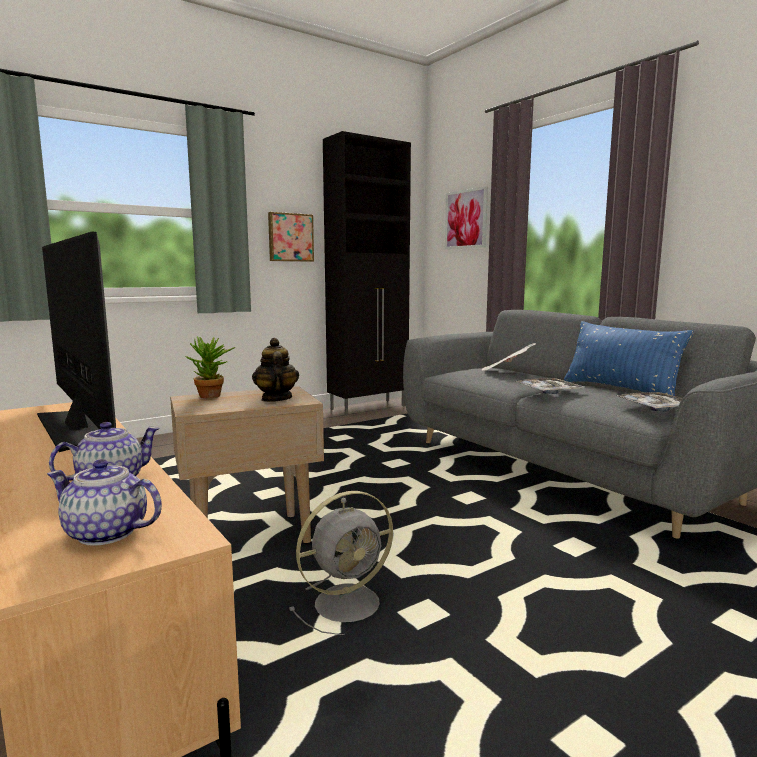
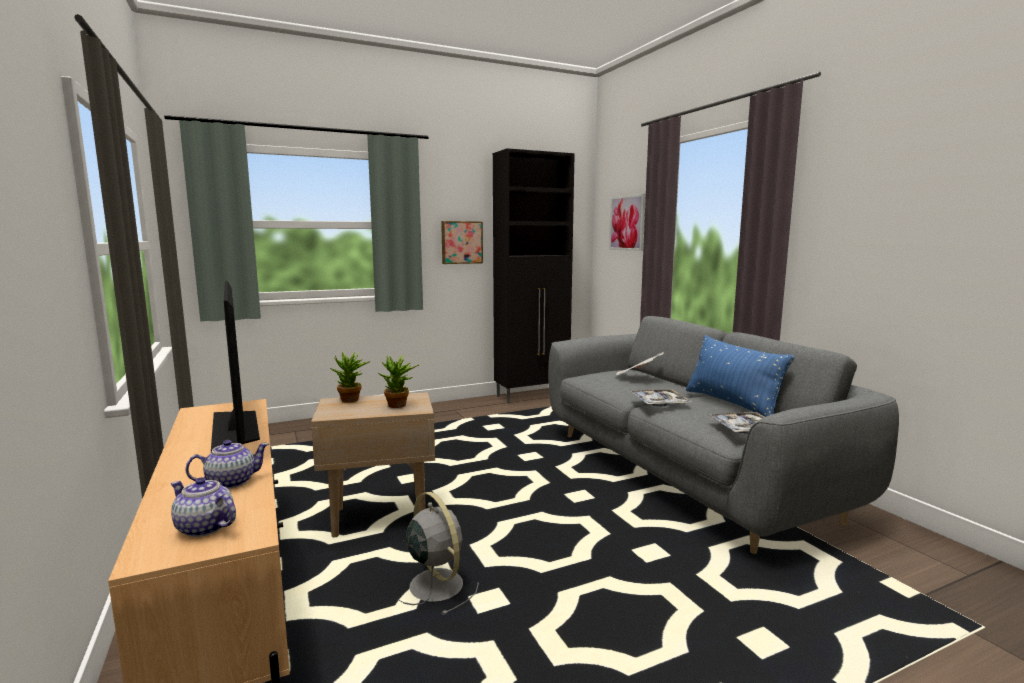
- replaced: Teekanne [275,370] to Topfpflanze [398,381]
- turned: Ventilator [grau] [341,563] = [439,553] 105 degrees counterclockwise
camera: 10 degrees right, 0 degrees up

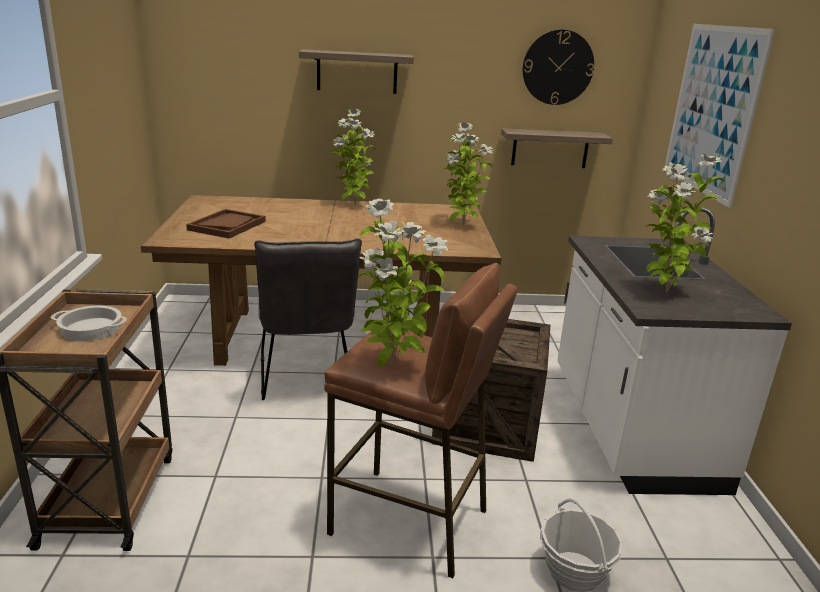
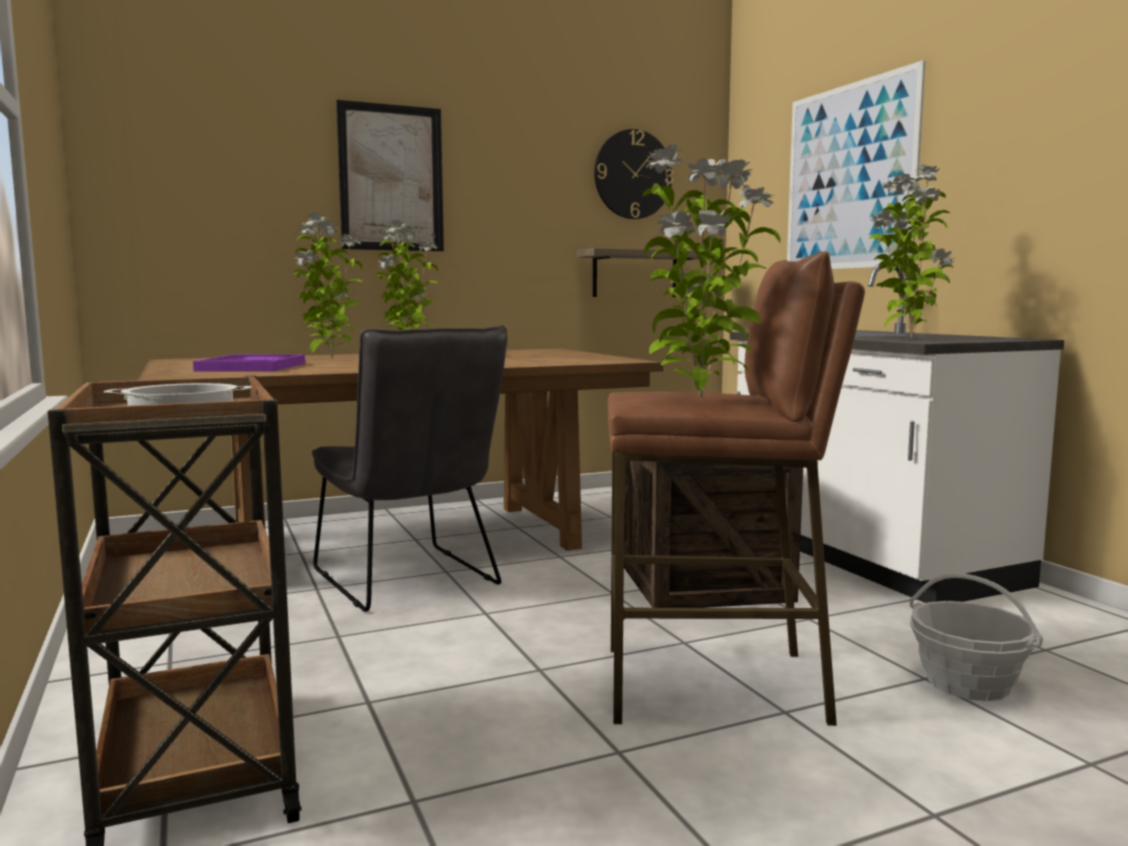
- recoloured: Tablett [braun] [226,224] to Tablett [lila] [249,363]
- moved: Topfpflanze [468,174] to [327,285]
- replaced: Wandregal [356,71] to Bild [390,175]
camera: 20 degrees left, 15 degrees down

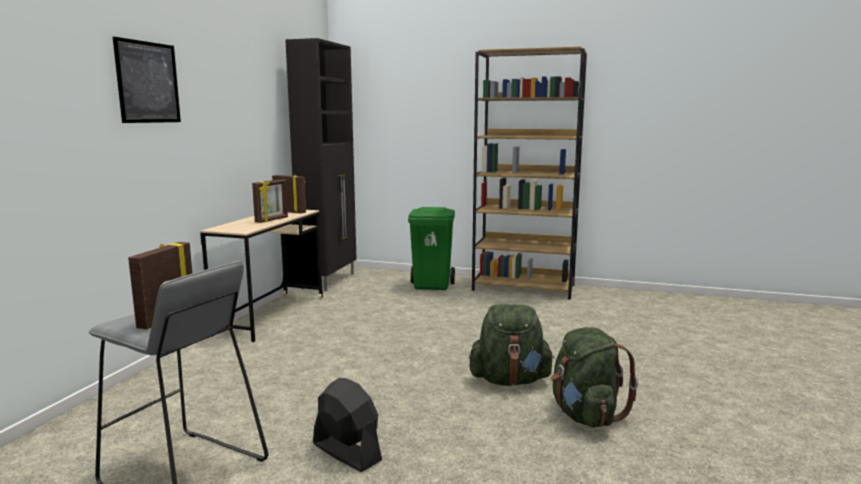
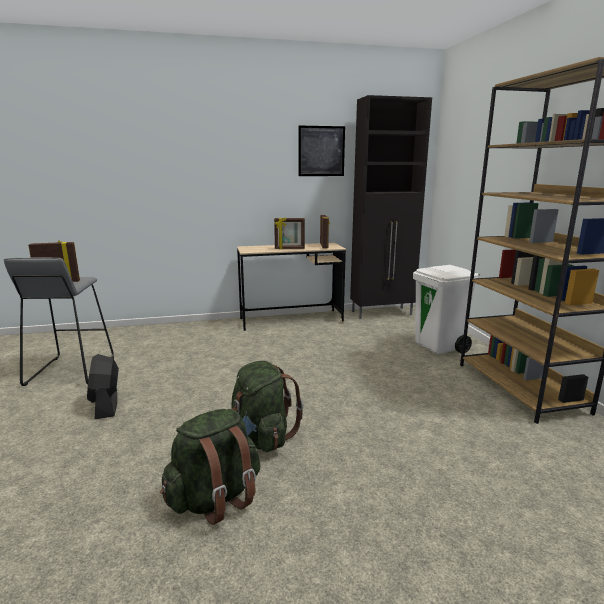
- turned: Ventilator [schwarz] [347,425] = [103,386] 150 degrees clockwise
- moved: Bild [147,80] to [321,151]
- recoloured: Mülleimer [grün] [431,248] to Mülleimer [weiß] [446,309]
camera: 60 degrees right, 5 degrees up

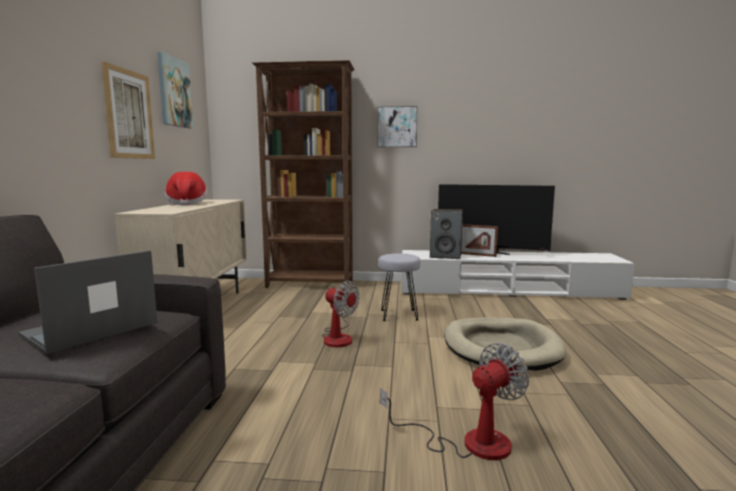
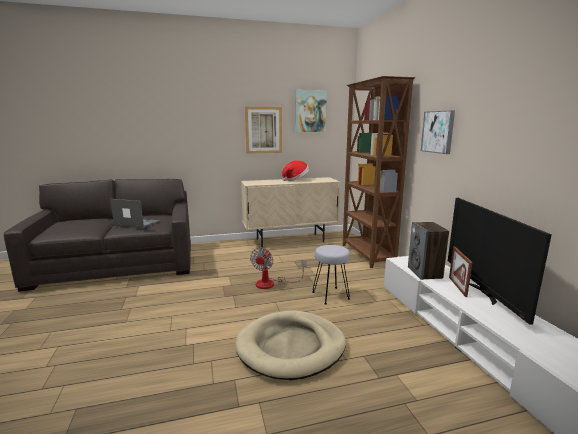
- removed: Ventilator [454,401]
camera: 70 degrees right, 5 degrees up

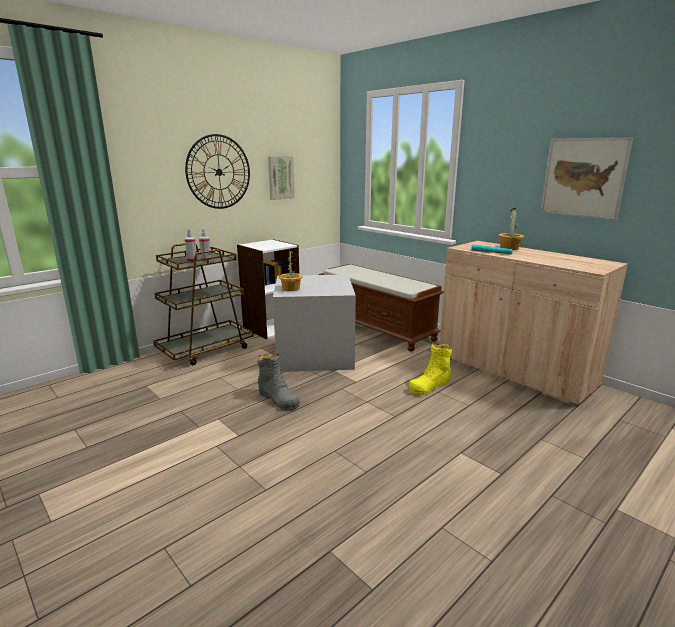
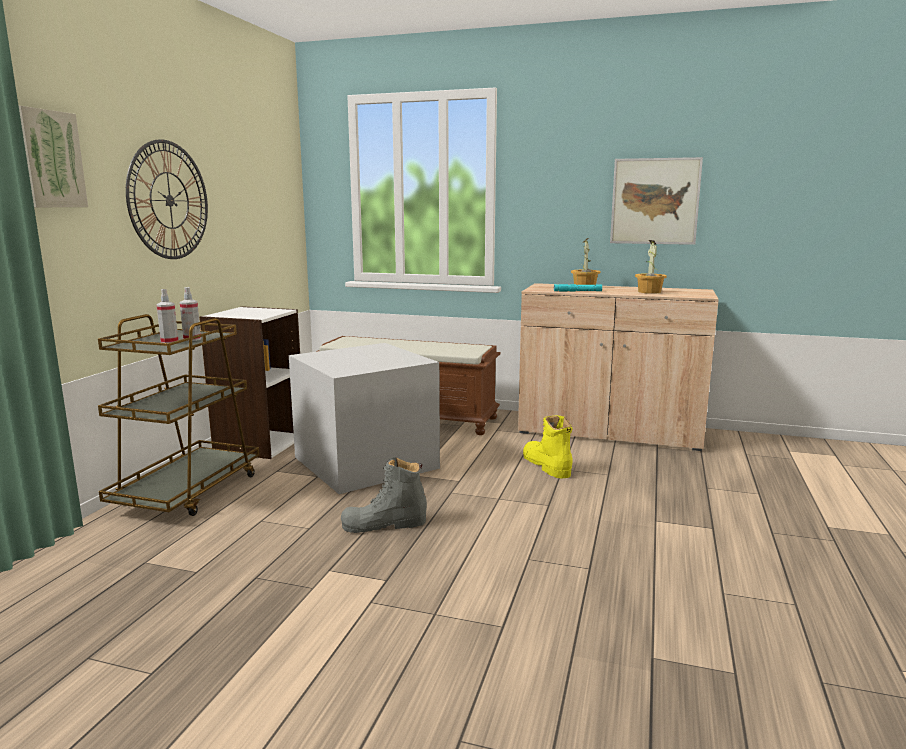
- moved: Bild [281,178] to [53,156]
- turned: Stiefel [grau] [278,382] = [384,495] 150 degrees clockwise
- turned: Stiefel [gelb] [430,369] = [548,447] 135 degrees clockwise
- moved: Topfpflanze [291,270] to [651,267]
camera: 30 degrees left, 5 degrees down

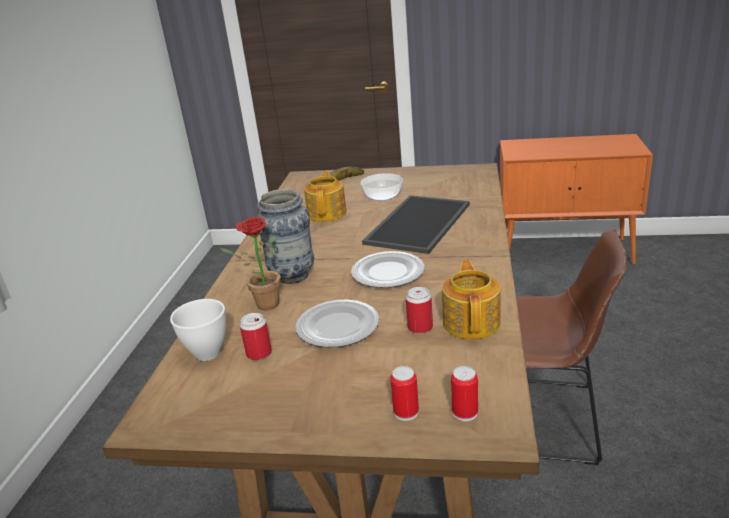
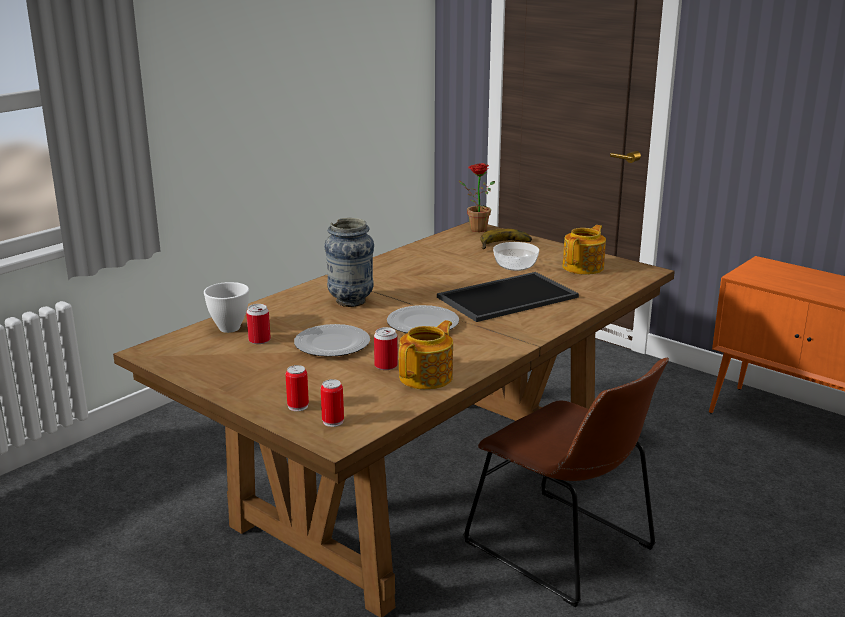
- moved: Topfpflanze [251,263] to [477,197]
- moved: Teekanne [325,196] to [584,249]
camera: 30 degrees right, 5 degrees down

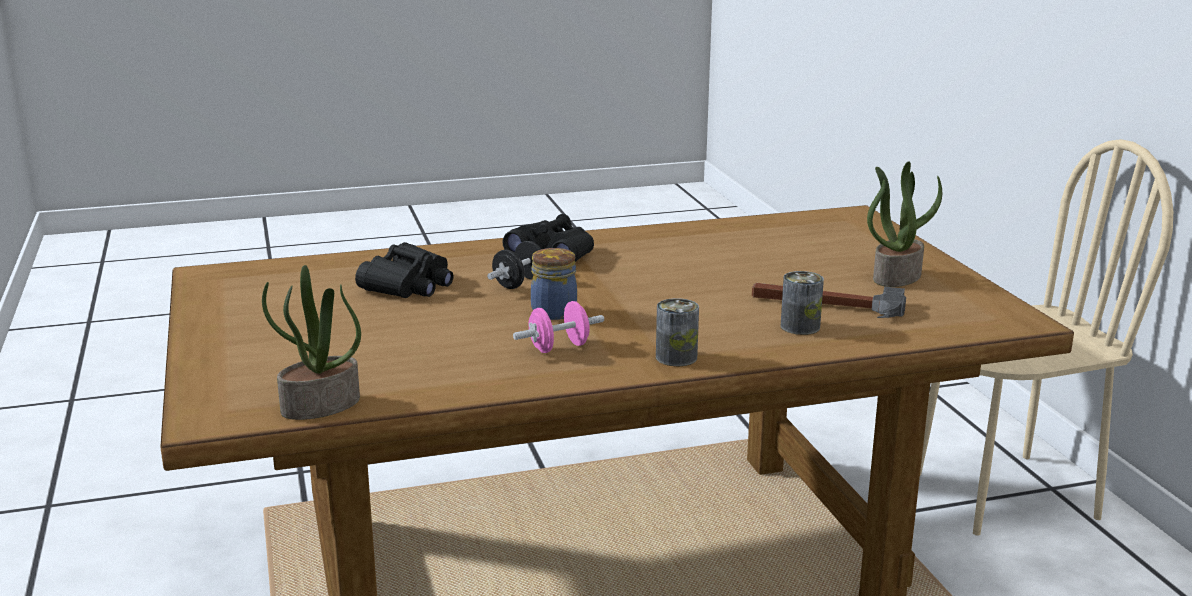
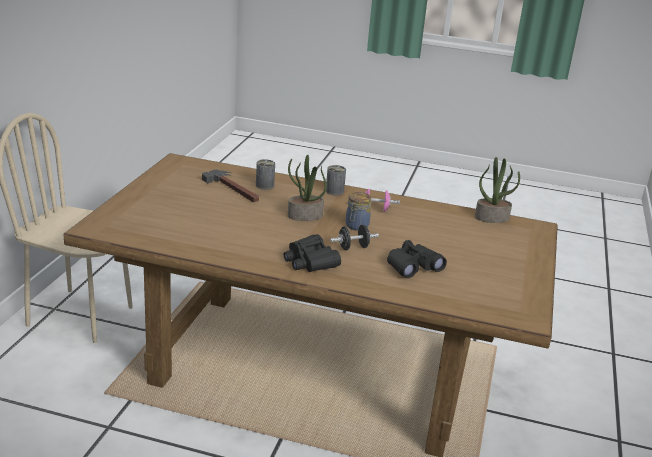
- moved: Topfpflanze [904,224] to [307,188]
camera: 150 degrees left, 5 degrees up

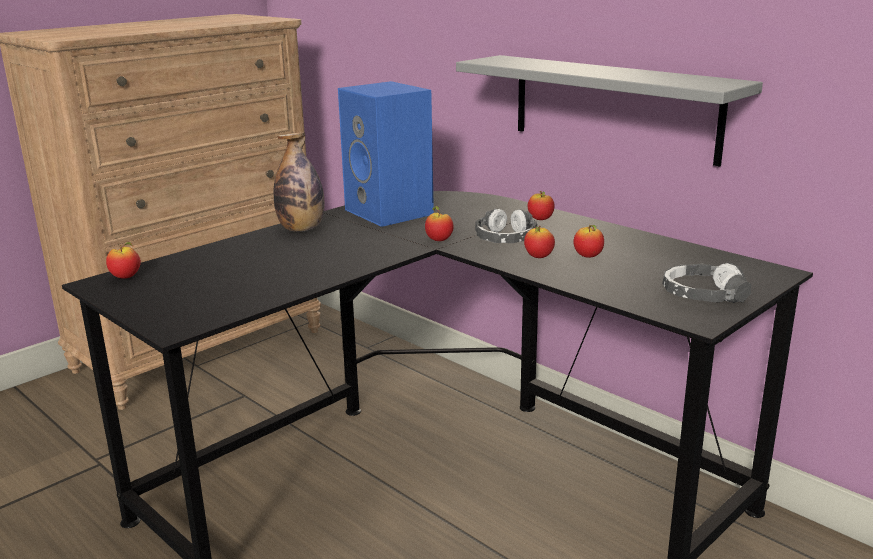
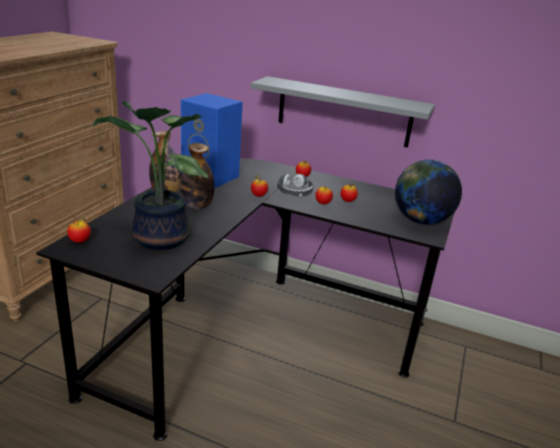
- added: Topfpflanze [150,175]
- added: Flasche [197,176]
- replaced: Kopfhörer [706,283] to Globus [428,192]
camera: 25 degrees left, 5 degrees up

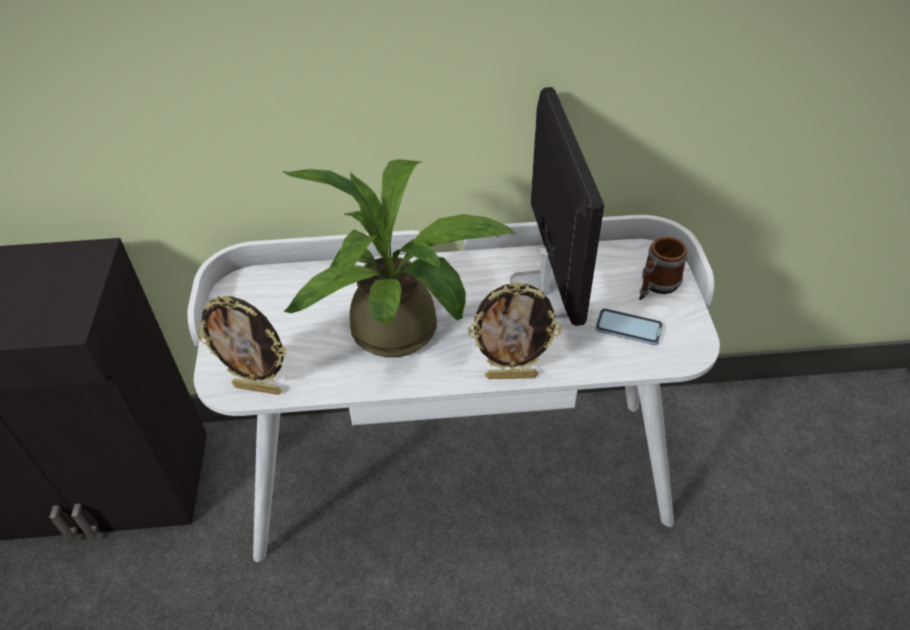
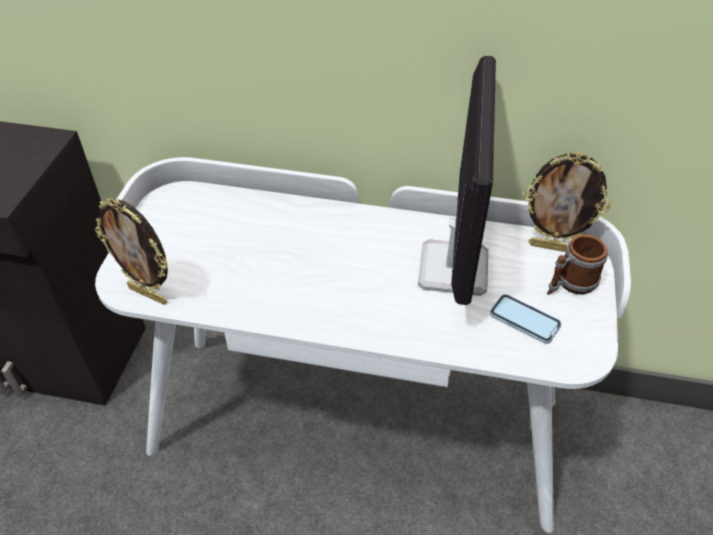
- moved: Bilderrahmen [515,330] to [567,202]
- removed: Topfpflanze [399,258]
camera: 15 degrees right, 0 degrees up

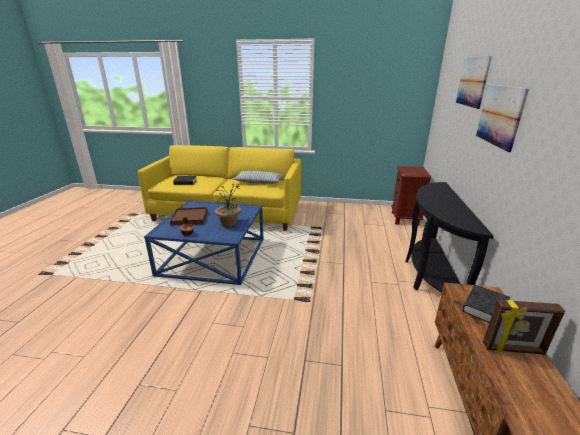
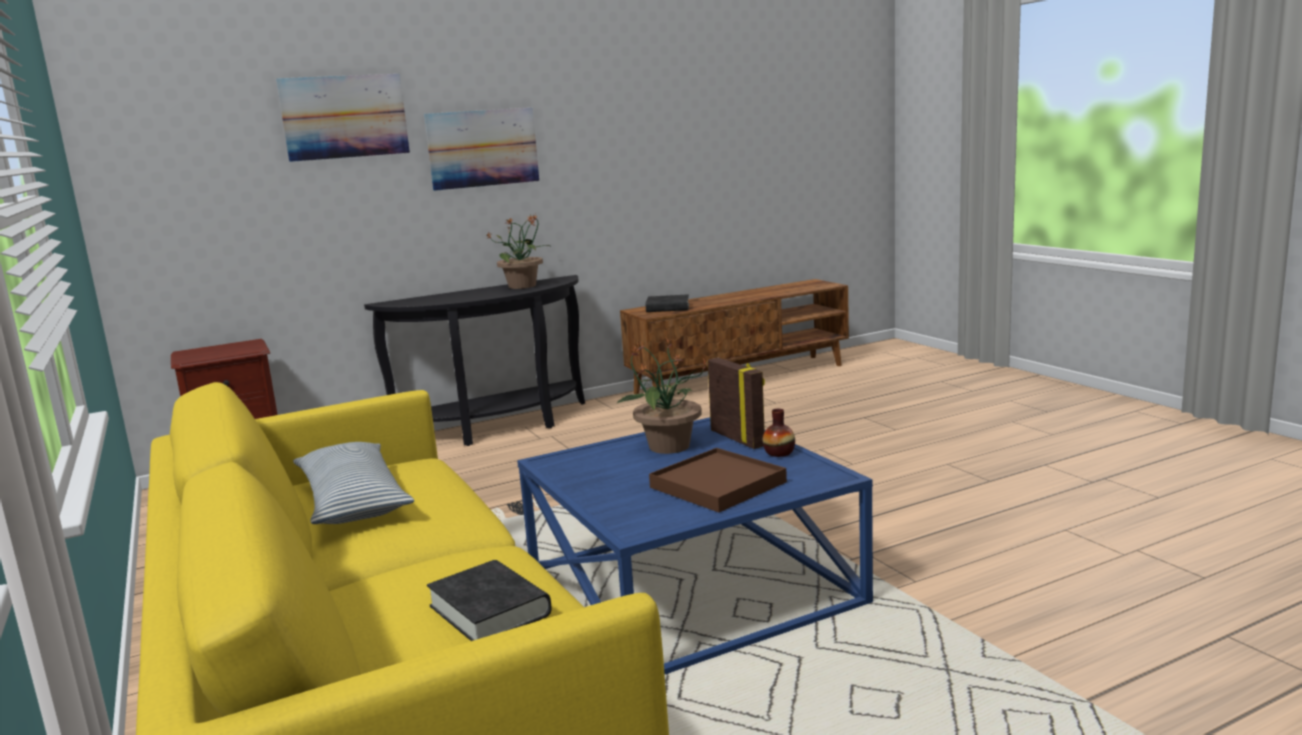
- added: Topfpflanze [518,251]
- moved: Bilderrahmen [524,327] to [736,403]
camera: 125 degrees left, 10 degrees down

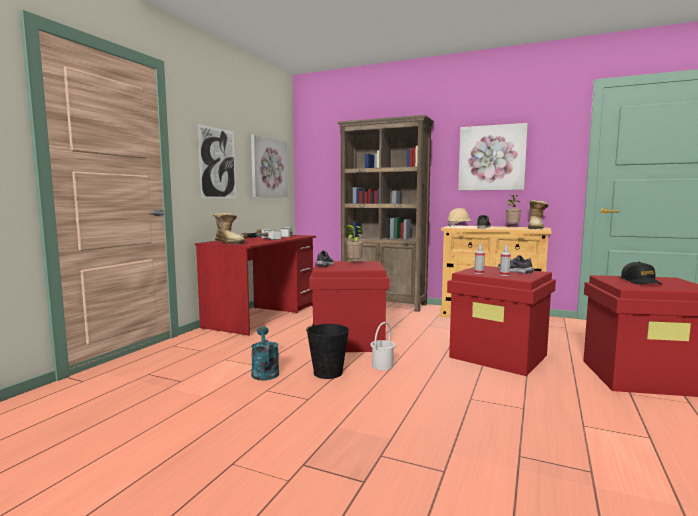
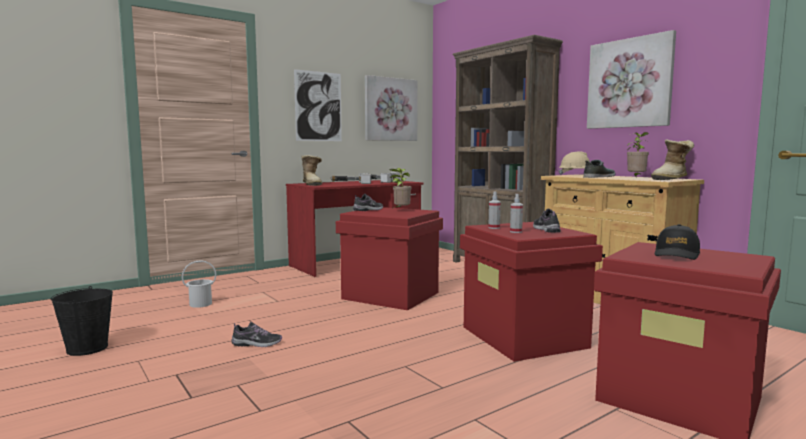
- moved: Eimer [schwarz] [327,351] to [82,321]
- moved: Eimer [weiß] [382,346] to [199,284]
- added: Schuh [256,334]
- removed: Gießkanne [türkis] [265,353]
camera: 30 degrees right, 0 degrees up

